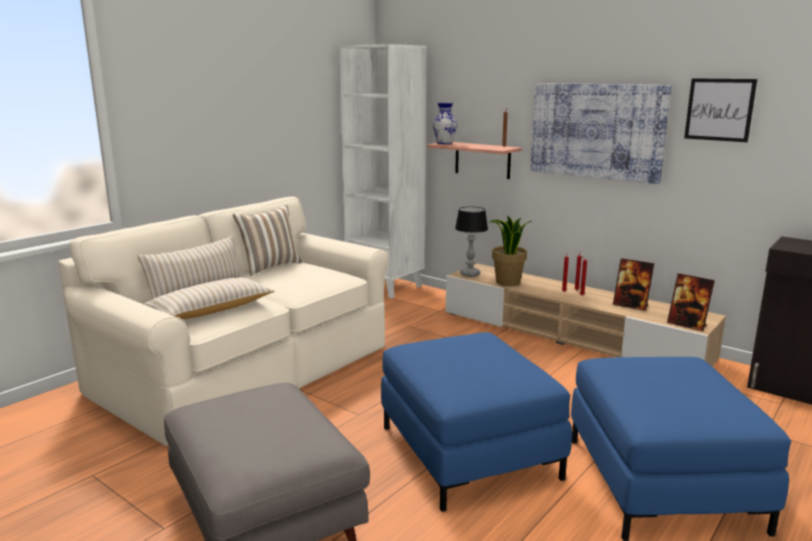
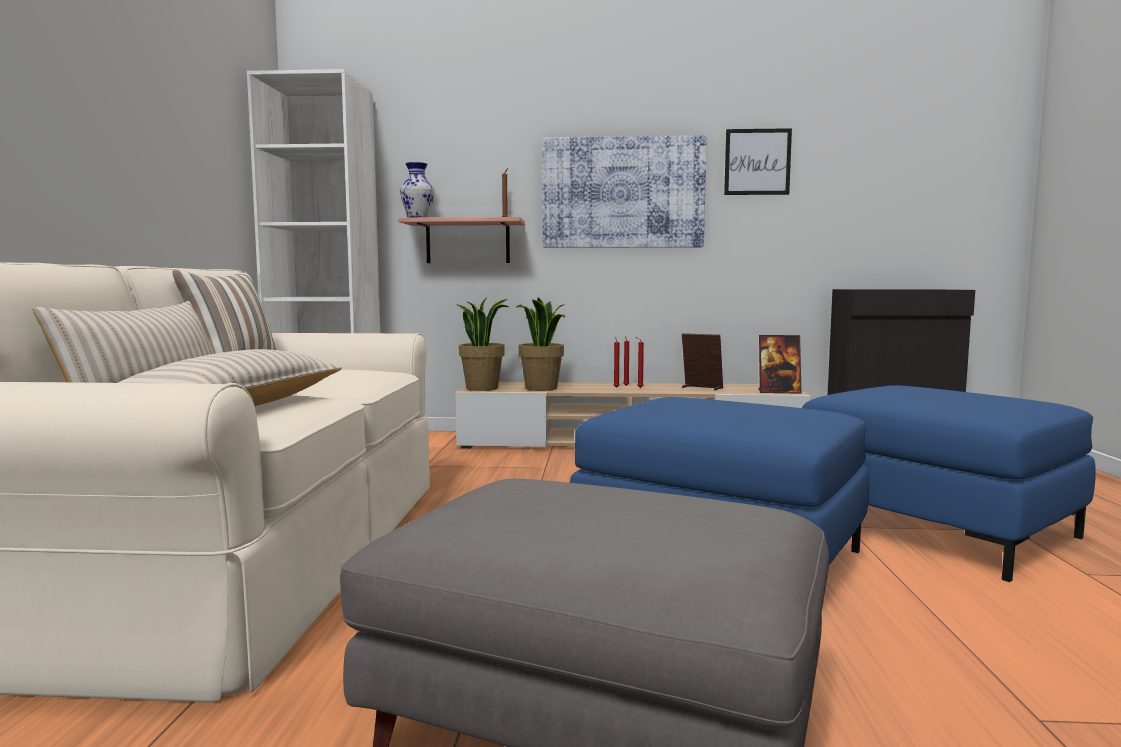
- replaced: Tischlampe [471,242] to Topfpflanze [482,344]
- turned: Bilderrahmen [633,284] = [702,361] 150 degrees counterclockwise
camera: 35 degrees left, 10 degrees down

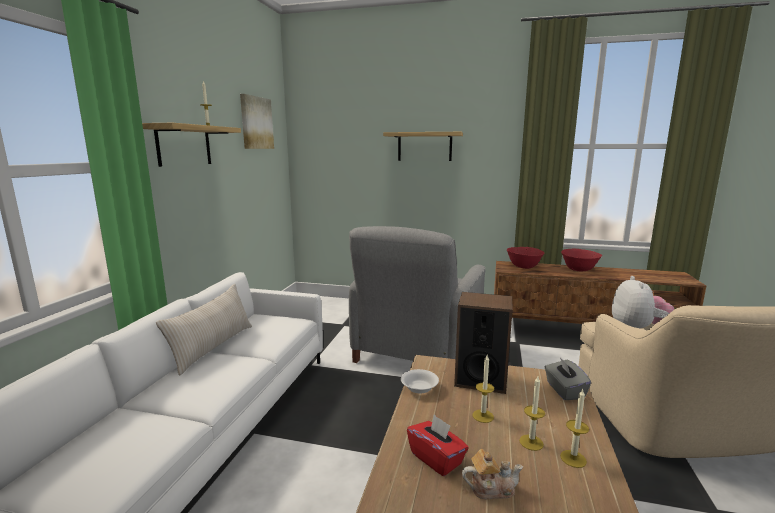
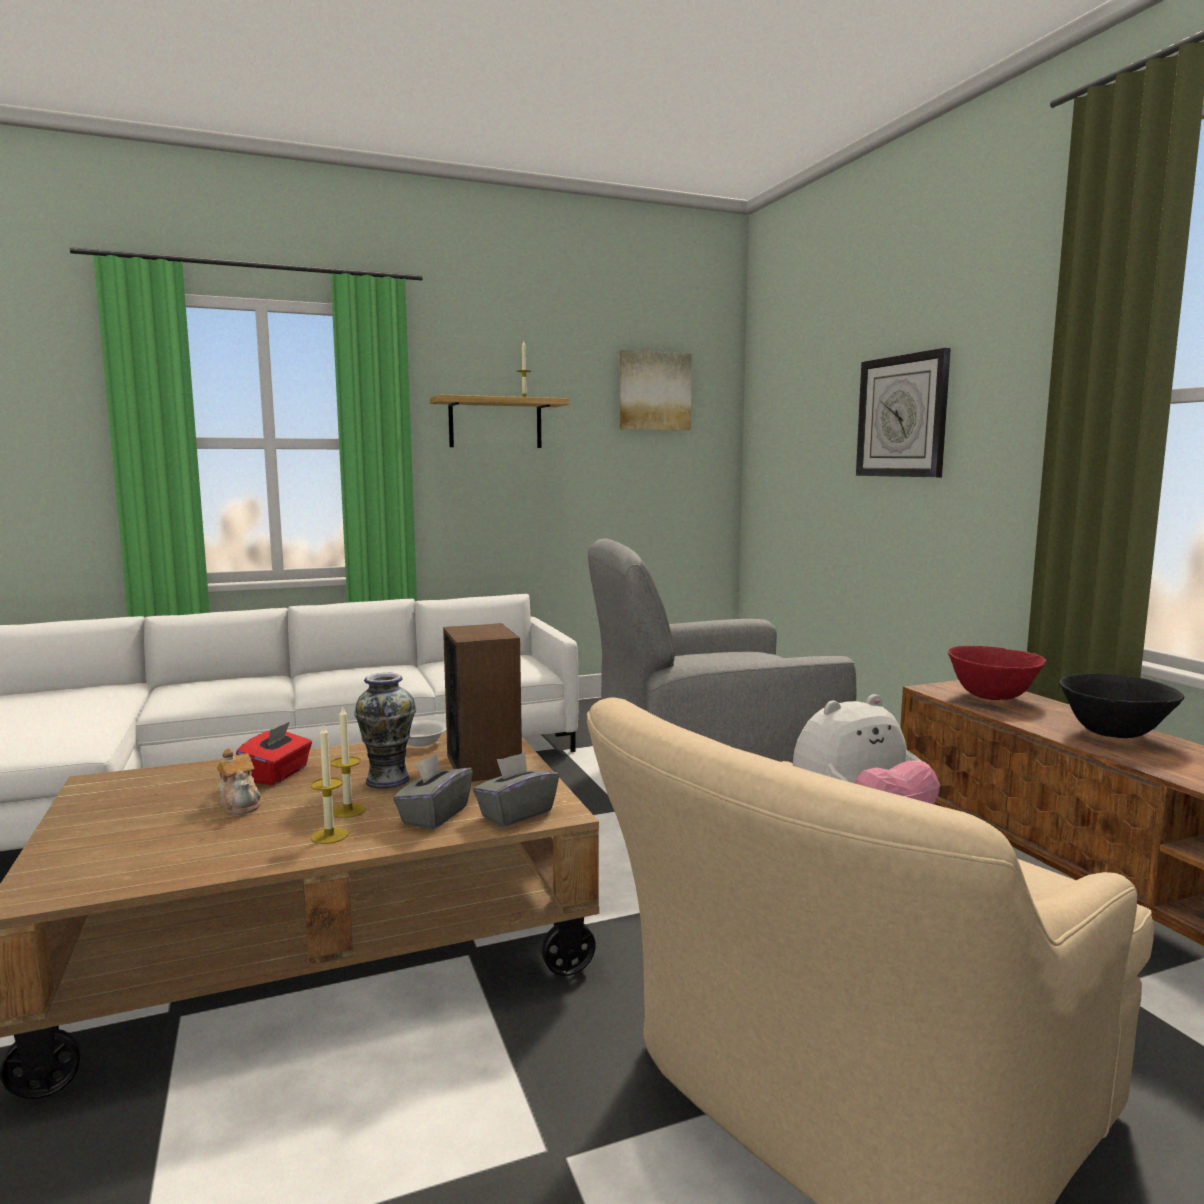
- replaced: Kerze [483,389] to Vase [385,731]
- added: Taschentuchbox [grau] [433,791]
- replaced: Wandregal [423,146] to Wanduhr [903,412]
- recoloured: Schüssel [rot] [581,260] to Schüssel [schwarz] [1121,705]
- removed: Kissen [beige] [204,330]
camera: 55 degrees right, 5 degrees down

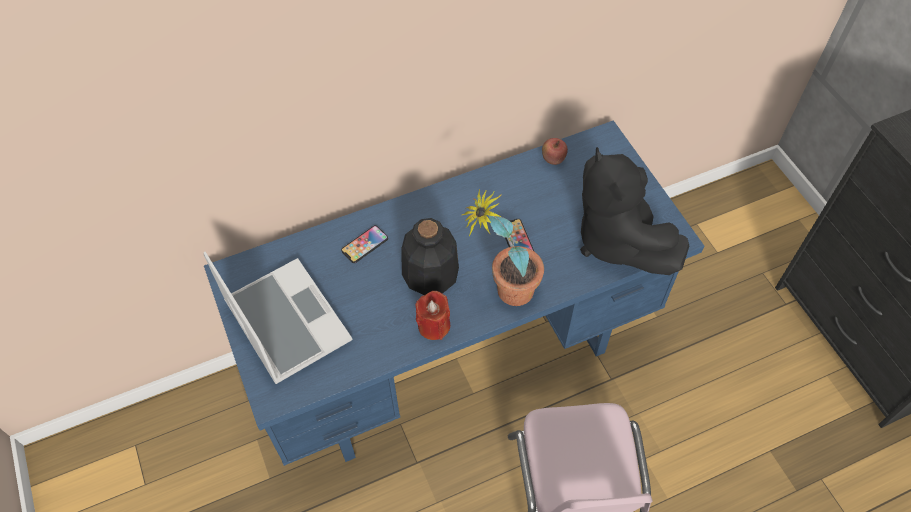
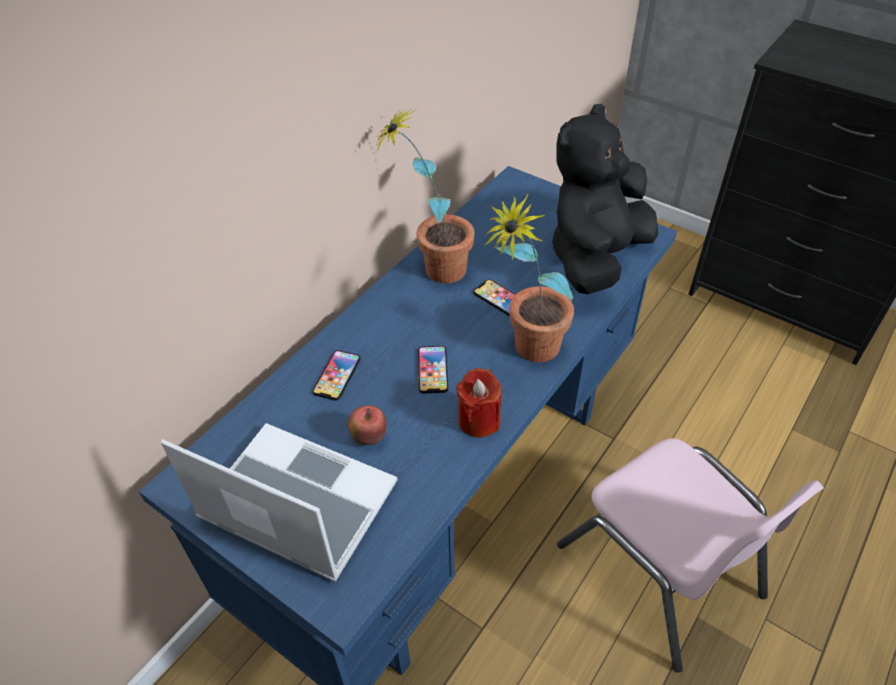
- moved: Apfel [555,151] to [367,425]
- added: Topfpflanze [425,195]
- replaced: Flasche [430,256] to Handy [433,369]
- turned: Plüschtier [schwarz] [634,211] = [605,199] 90 degrees clockwise
camera: 30 degrees left, 10 degrees down

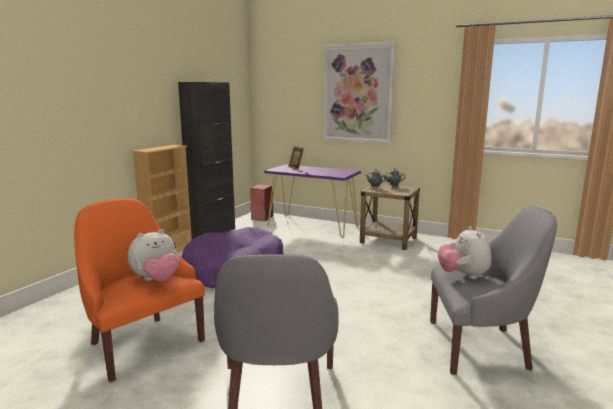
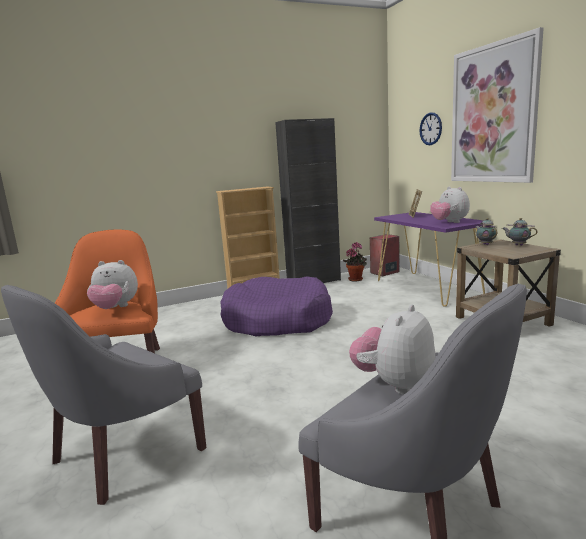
- added: Topfpflanze [355,262]
- added: Wanduhr [430,129]
- added: Plüschtier [450,204]
camera: 40 degrees right, 0 degrees up

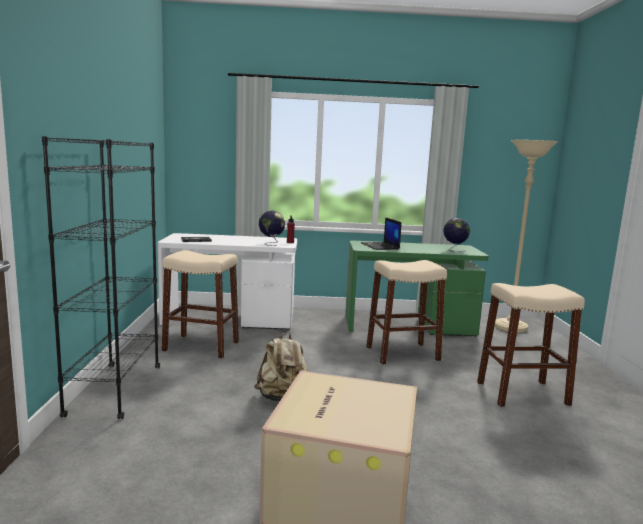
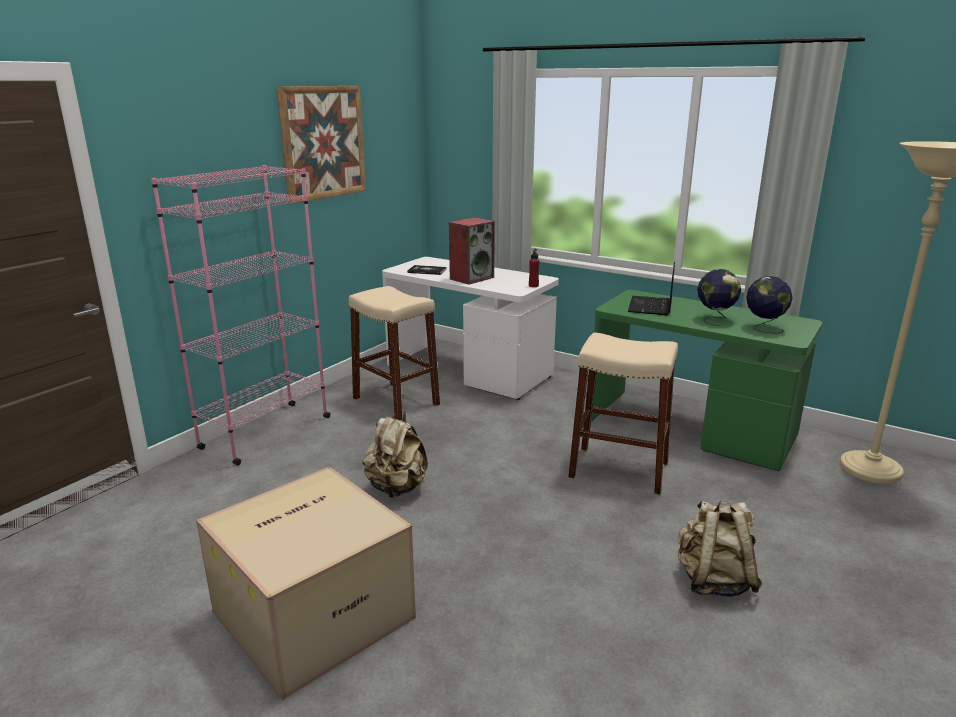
- recoloured: Bücherregal [schwarz] [101,277] to Bücherregal [rosa] [240,315]
- added: Bild [321,145]
- added: Lautsprecher [472,251]
- replaced: Hocker [beige] [531,345] to Rucksack [beige] [720,549]
- moved: Globus [272,228] to [719,297]
camera: 35 degrees right, 10 degrees up

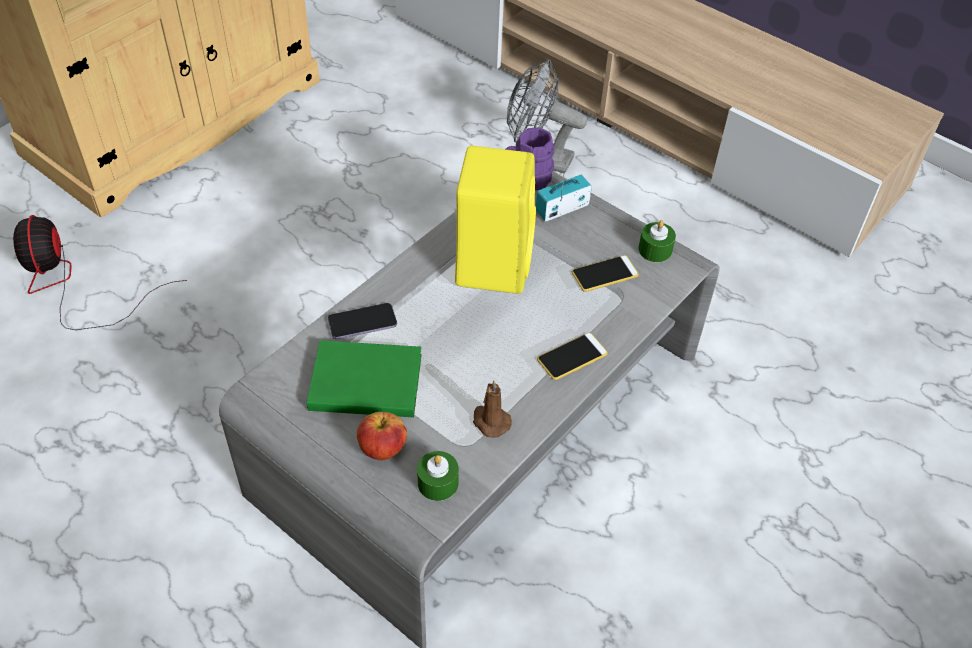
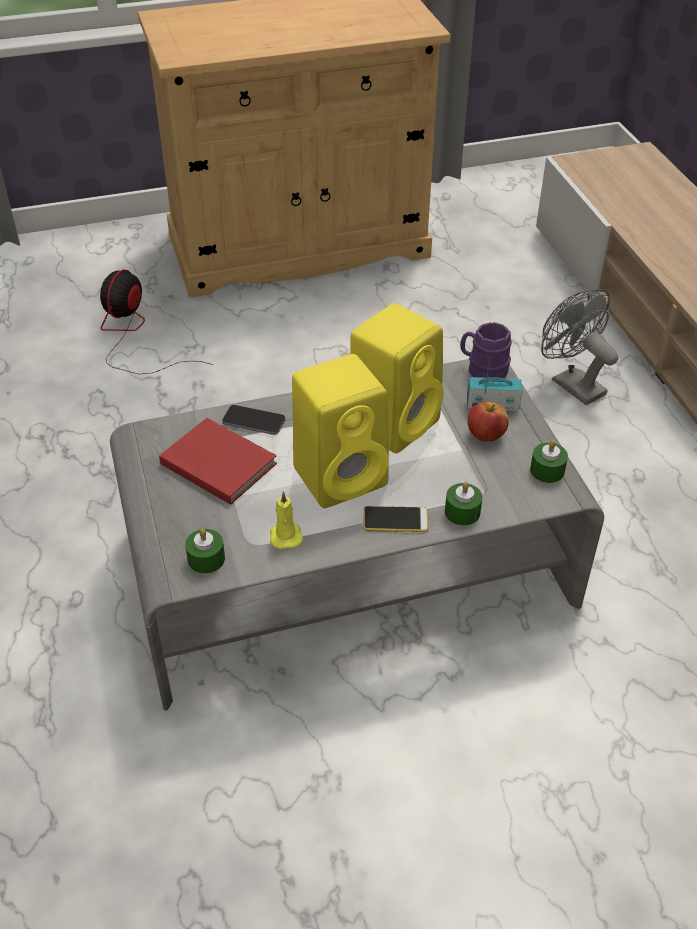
- recoloured: Buch [grün] [364,378] to Buch [rot] [218,461]
- recoloured: Kerze [braun] [492,409] to Kerze [gelb] [286,520]
- added: Lautsprecher [gelb] [340,431]
- added: Kerze [grün] [464,503]
- moved: Apfel [382,436] to [488,421]
- removed: Handy [605,273]
camera: 35 degrees right, 5 degrees down

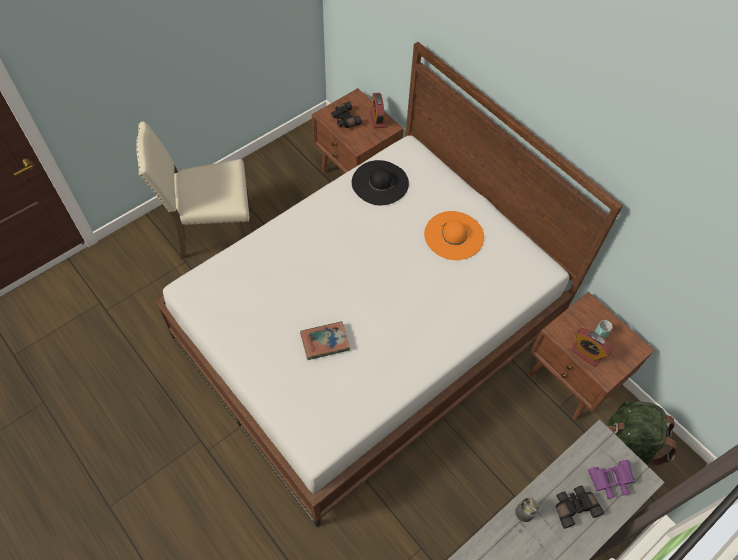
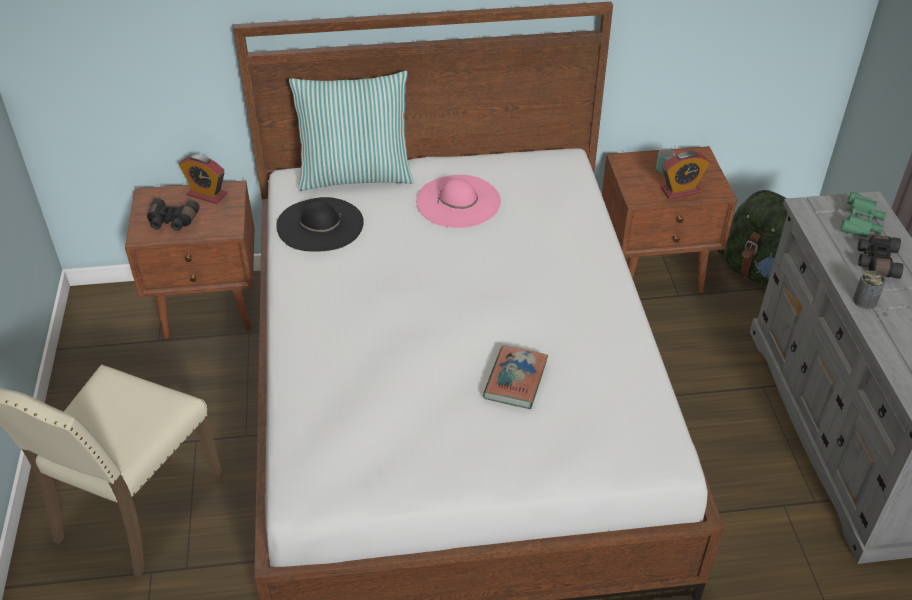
- added: Kissen [351,131]
- recoloured: Hut [orange] [454,235] to Hut [rosa] [458,201]
- recoloured: Fernglas [lila] [611,479] to Fernglas [grün] [863,215]
camera: 55 degrees left, 15 degrees down

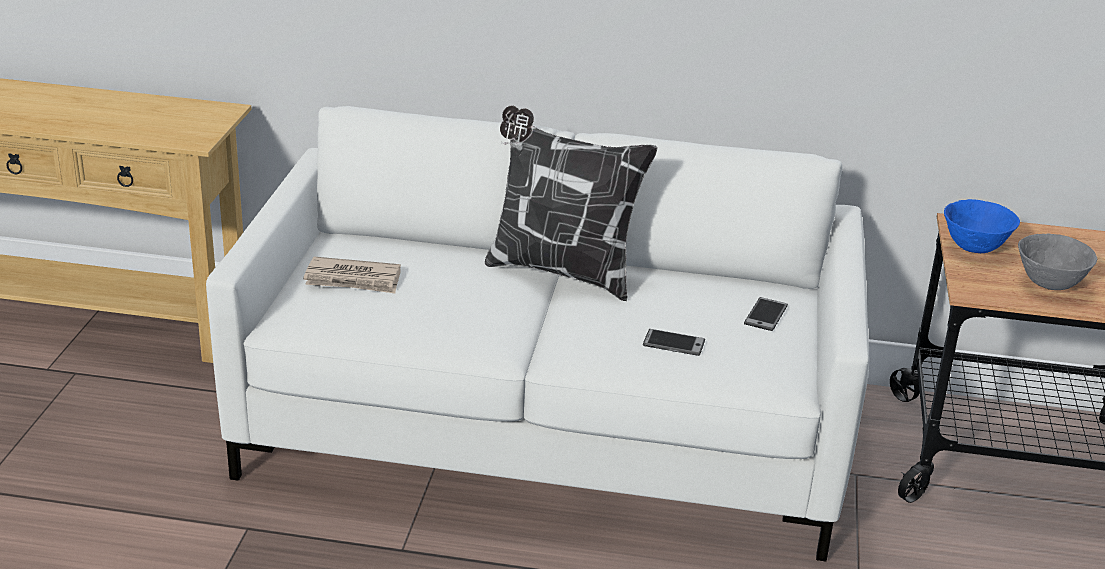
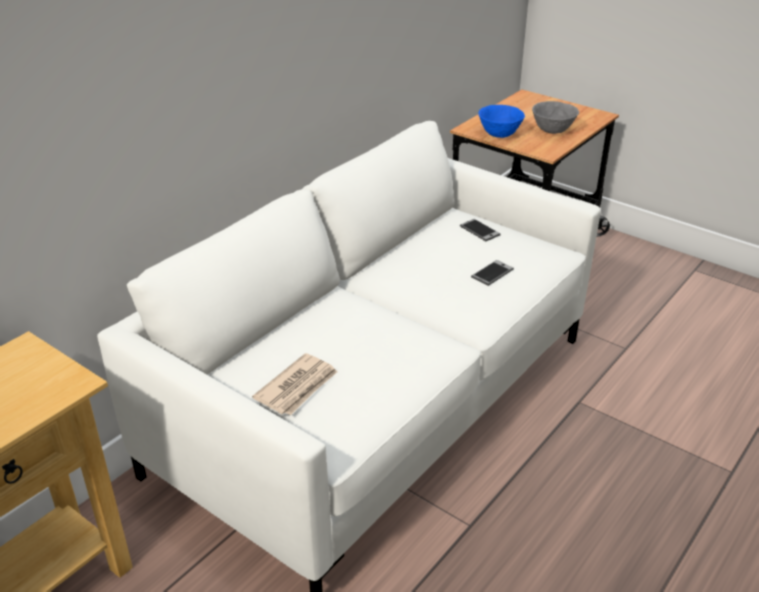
- removed: Kissen [571,203]
camera: 60 degrees left, 5 degrees up

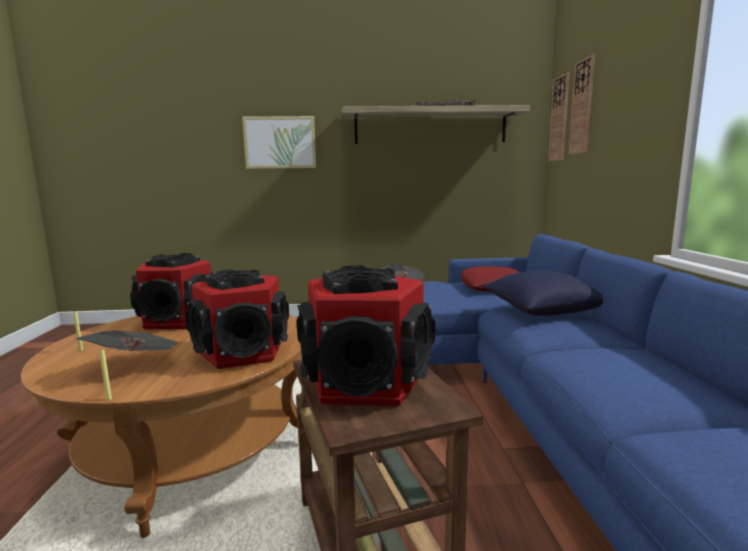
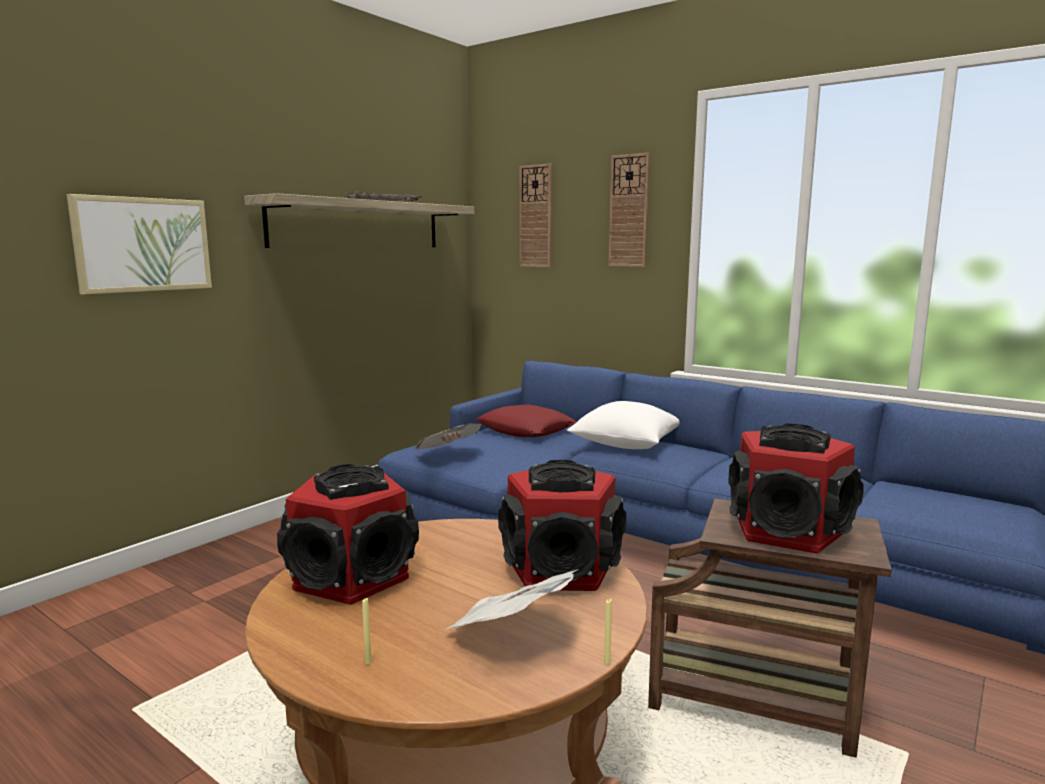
- recoloured: Kissen [blau] [543,293] to Kissen [weiß] [623,425]
- moved: Wanduhr [559,117] to [629,210]
camera: 50 degrees left, 0 degrees up

